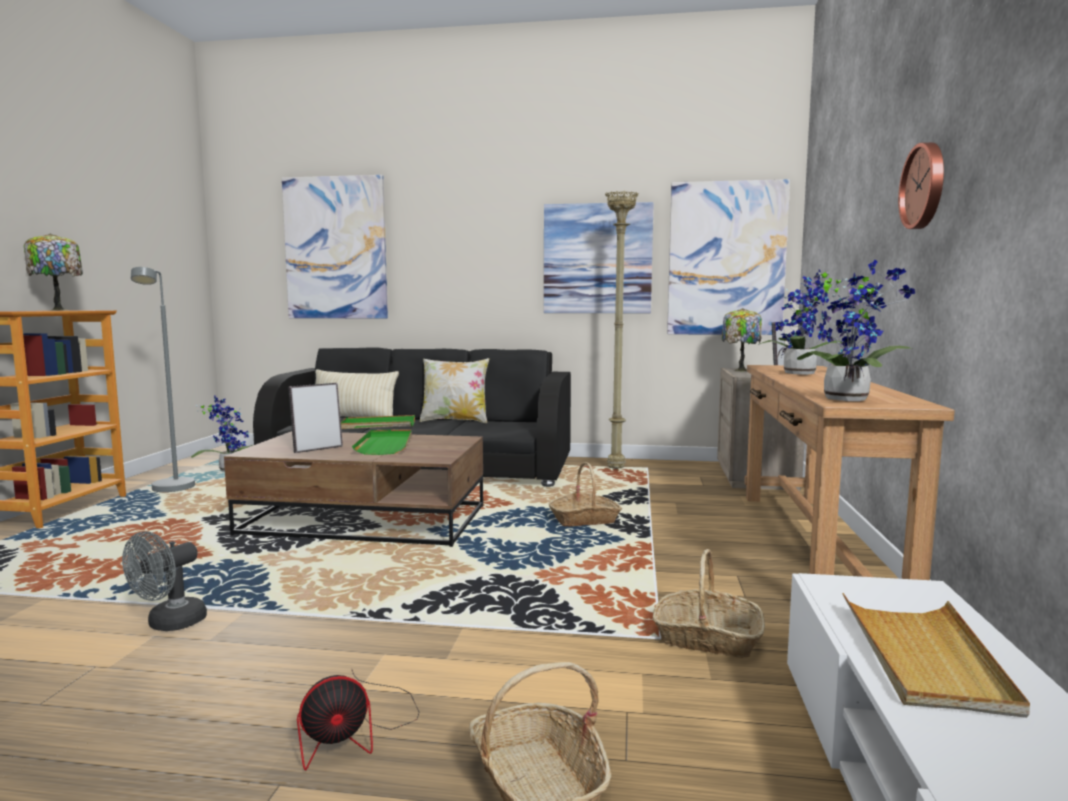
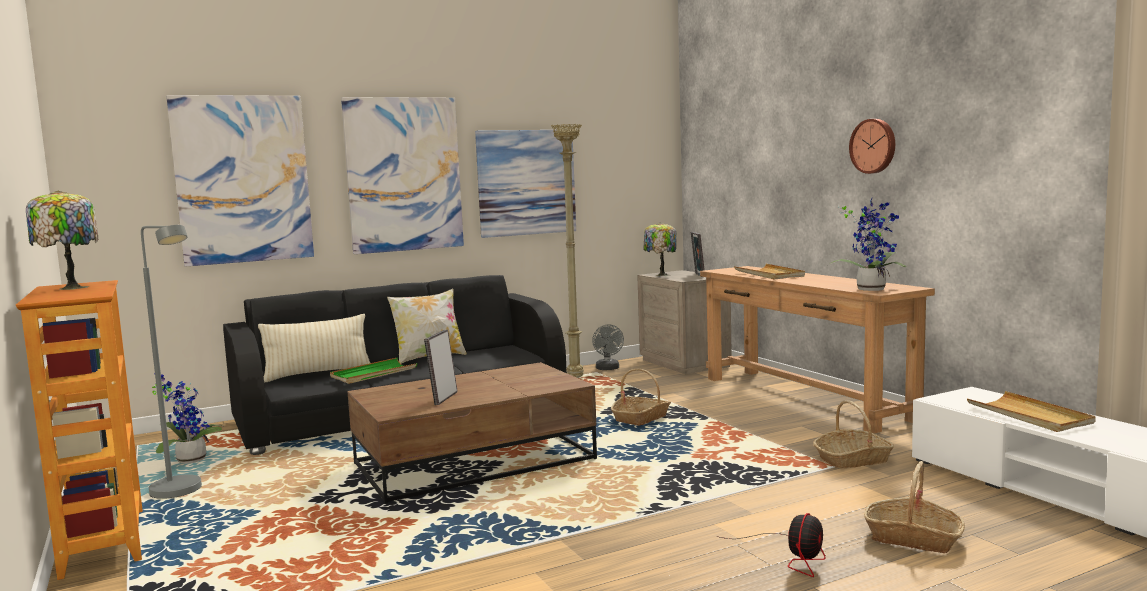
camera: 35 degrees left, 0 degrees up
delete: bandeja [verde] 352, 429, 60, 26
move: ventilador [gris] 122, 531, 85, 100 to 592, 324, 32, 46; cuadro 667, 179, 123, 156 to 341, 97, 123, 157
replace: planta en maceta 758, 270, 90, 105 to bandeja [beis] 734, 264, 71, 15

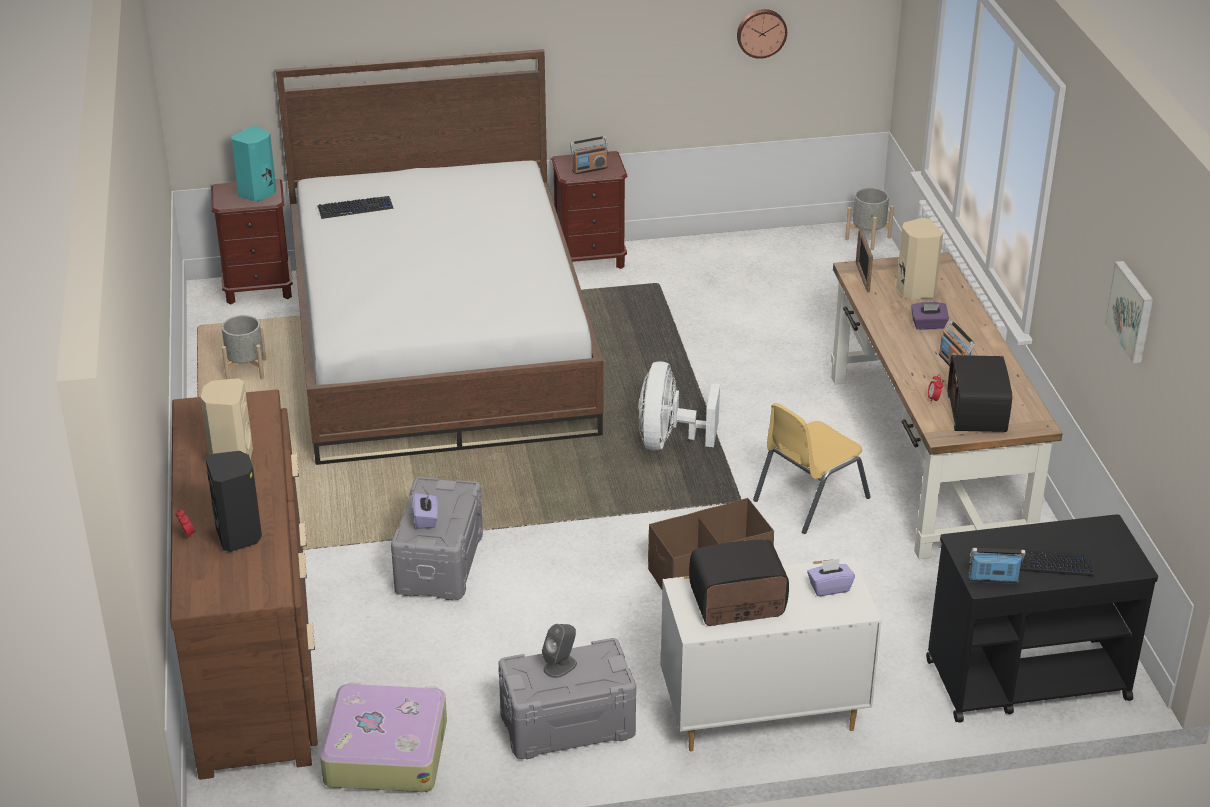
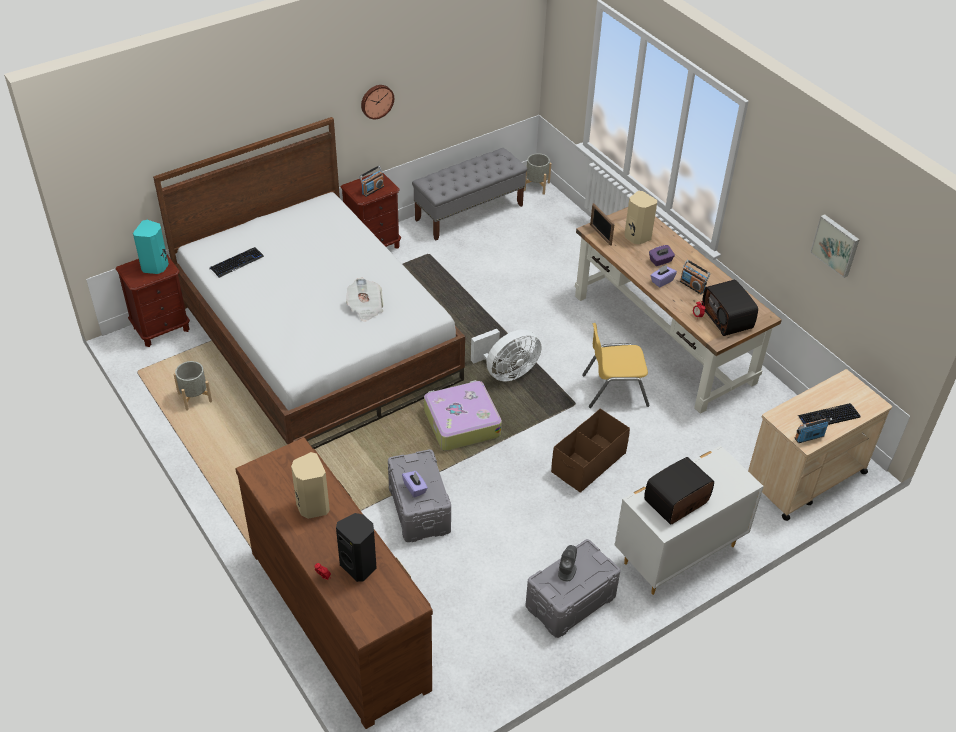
camera: 25 degrees left, 10 degrees up
insert: periódico 346, 278, 38, 44; banco [gris] 412, 148, 115, 93
move: maleta 320, 682, 127, 110 to 424, 380, 78, 71; reloj de pared 737, 9, 50, 50 to 361, 85, 33, 34; caja de pañuelos [morado] 807, 559, 48, 37 to 650, 265, 27, 23
recolor: carrito [negro] 926, 514, 232, 209 to carrito [beis] 748, 369, 144, 152
rotate: ventilador [blanco] 638, 361, 82, 90 = 471, 329, 71, 52 105 degrees counterclockwise; silla [amarillo] 753, 403, 118, 131 = 582, 323, 68, 85 60 degrees clockwise

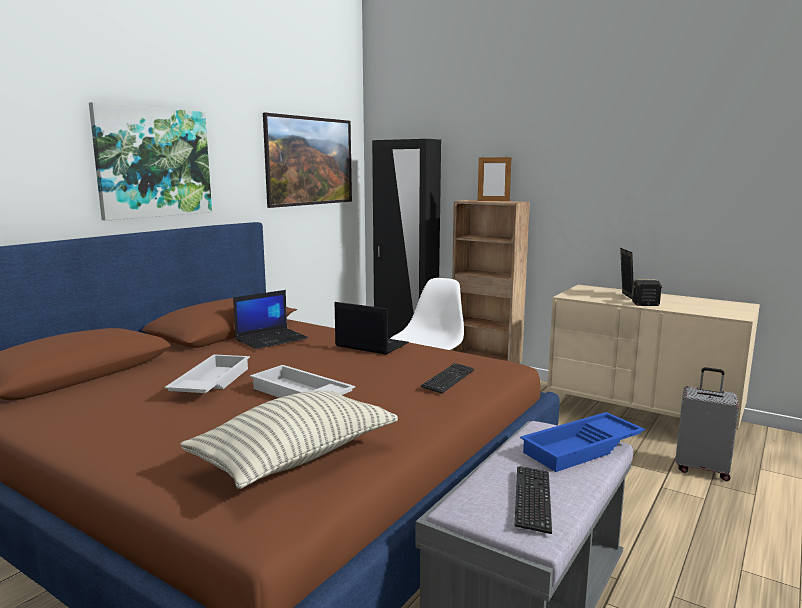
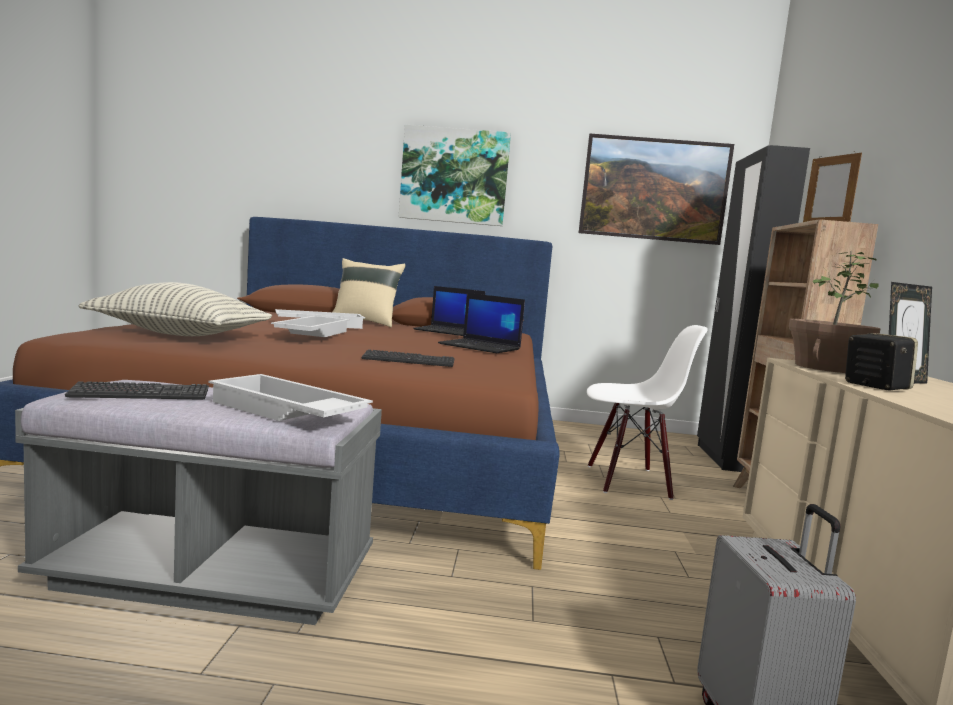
camera: 60 degrees right, 5 degrees down
insert: cojín [beis] 333, 258, 73, 69; planta en maceta 789, 252, 91, 121
recolor: bandeja [azul] 520, 412, 125, 60 to bandeja [blanco] 208, 374, 165, 47
rotate: portátil 335, 302, 74, 53 = 438, 293, 87, 60 120 degrees clockwise

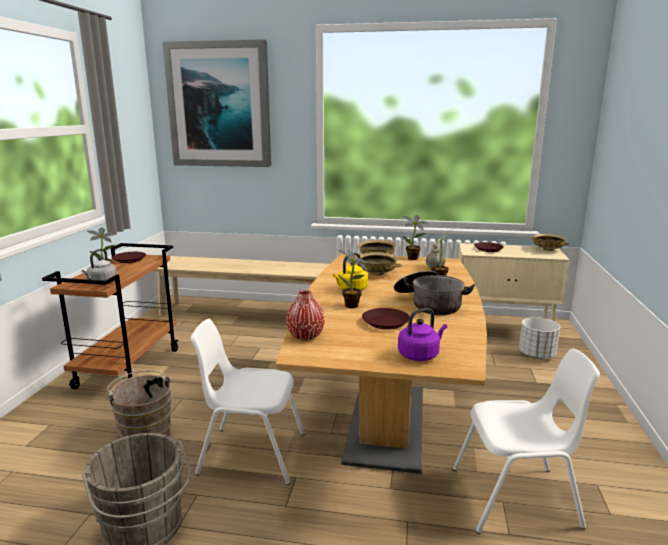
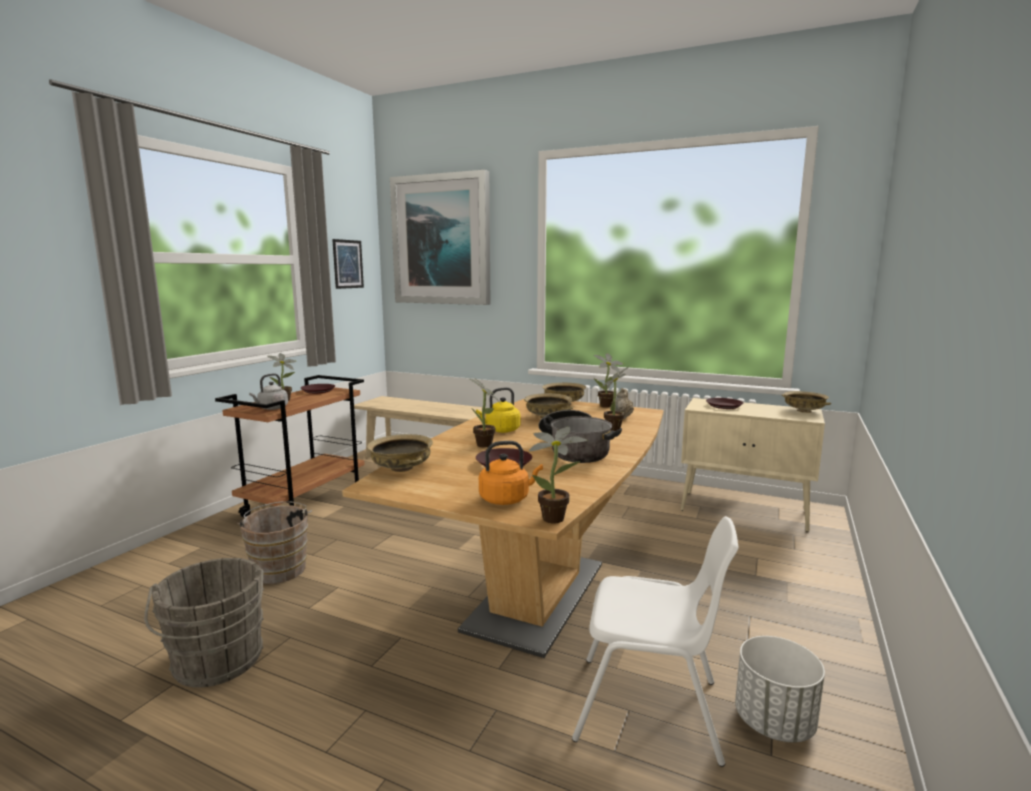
camera: 15 degrees right, 5 degrees down
delete: silla [blanco] 191, 319, 114, 166
insert: cuadro 332, 239, 32, 50; planta en maceta 529, 427, 58, 97
move: maceta [blanco] 519, 317, 41, 42 to 735, 636, 90, 107
replace: florero [rojo] 286, 290, 38, 51 to cuenco [beis] 367, 434, 66, 38
recolor: hervidor [morado] 398, 308, 49, 53 to hervidor [naranja] 479, 441, 64, 64

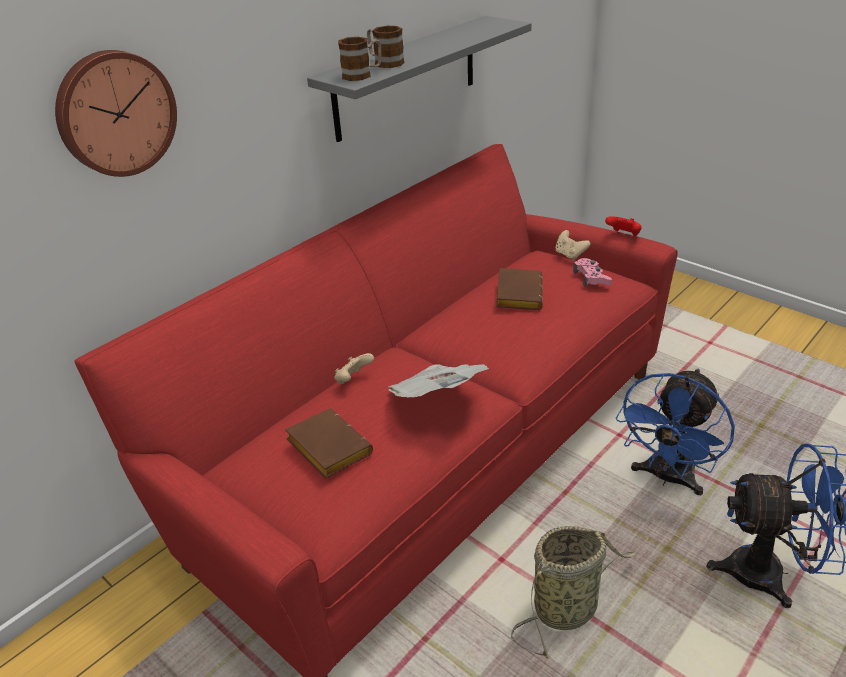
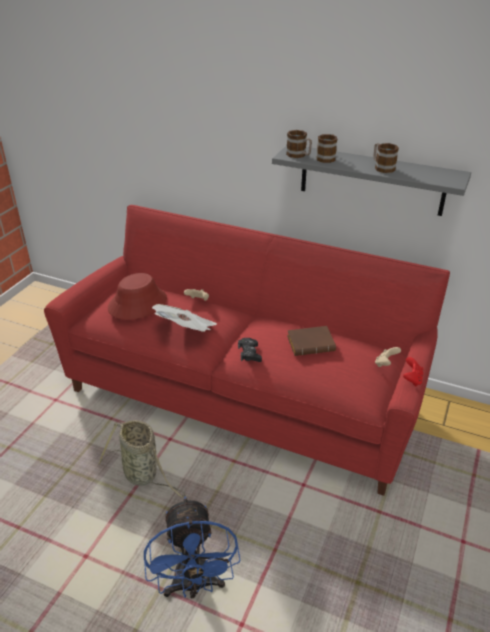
camera: 70 degrees right, 0 degrees up
delete: reloj de pared 55, 50, 122, 127; mando de consola [rosa] 573, 258, 39, 29; ventilador [azul] 616, 368, 119, 127
insert: mando de consola [negro] 238, 338, 24, 24; taza grande 373, 143, 26, 30
replace: libro [marrón] 285, 408, 88, 70 to sombrero [rojo] 108, 273, 59, 47

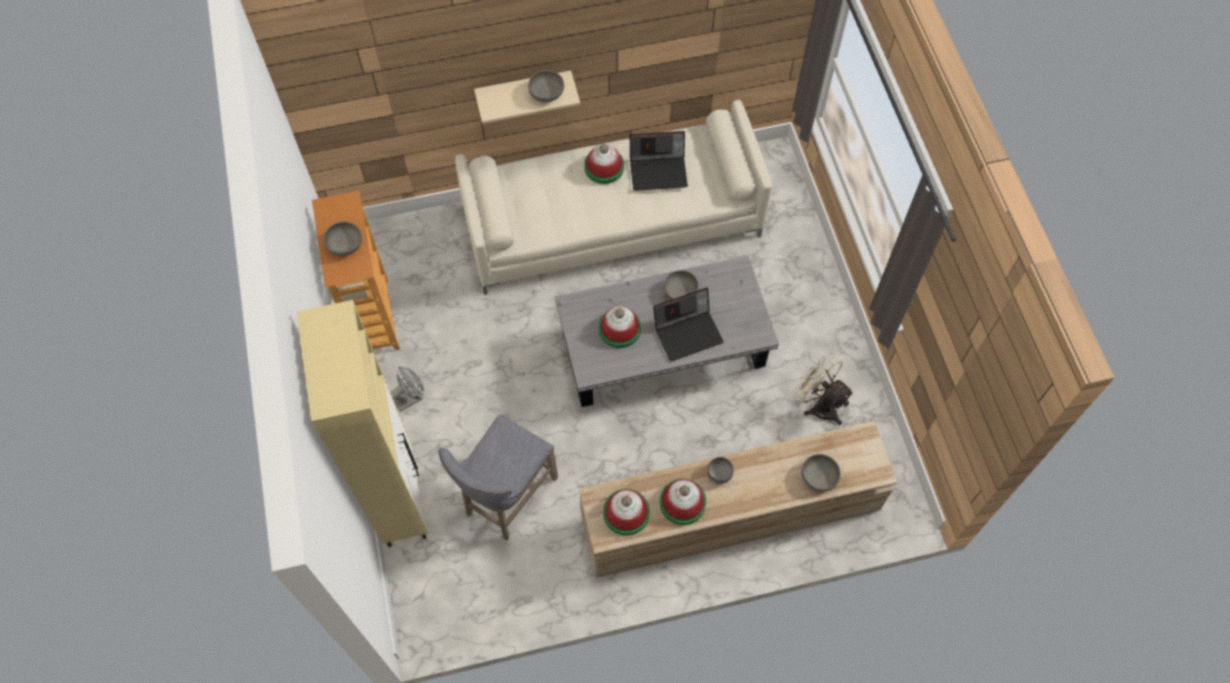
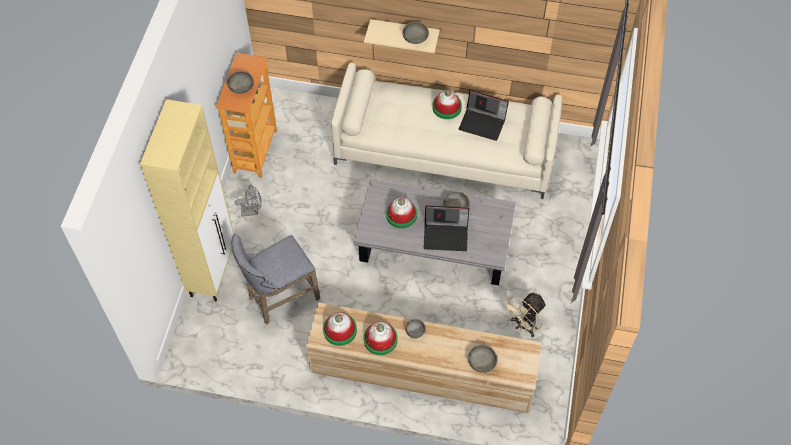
camera: 25 degrees right, 5 degrees down
rotate: ventilador [beis] 795, 353, 59, 72 = 502, 293, 45, 44 120 degrees counterclockwise

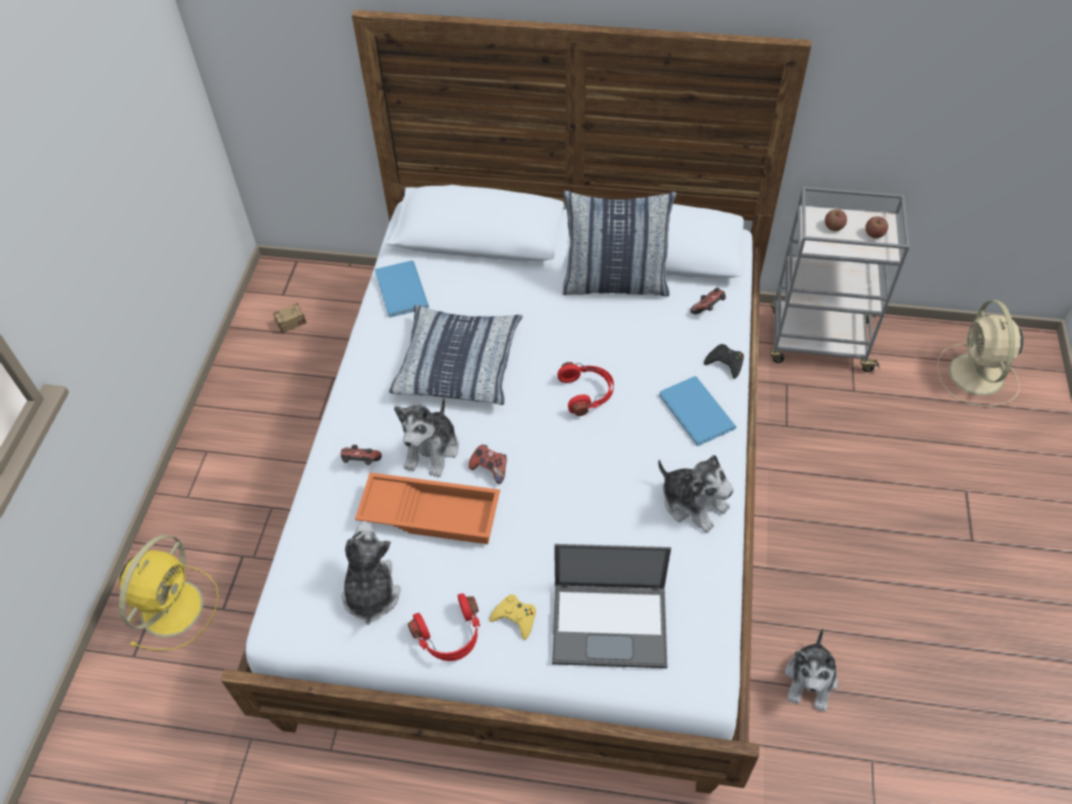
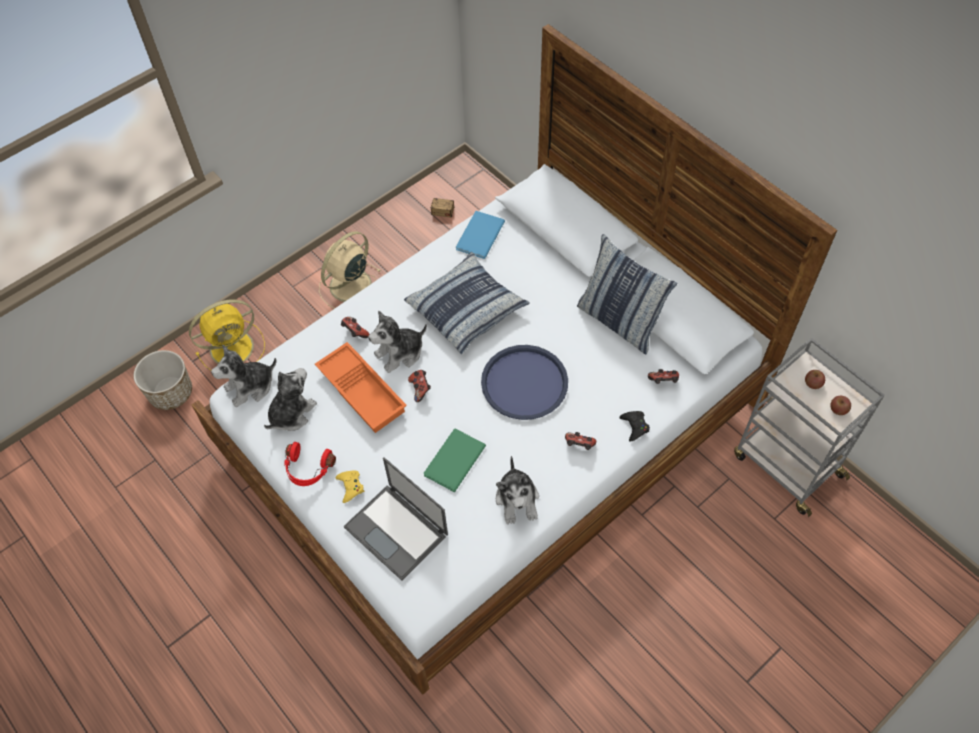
camera: 40 degrees right, 5 degrees up
insert: maceta 134, 350, 58, 60; libro [verde] 424, 429, 62, 63
move: peluche 785, 629, 53, 83 to 211, 345, 66, 62; ventilador [beis] 937, 300, 86, 107 to 319, 231, 62, 78
replace: auriculares [rojo] 558, 362, 56, 54 to bandeja [azul] 481, 345, 87, 75; libro [azul] 659, 376, 77, 70 to mando de consola 565, 432, 31, 18

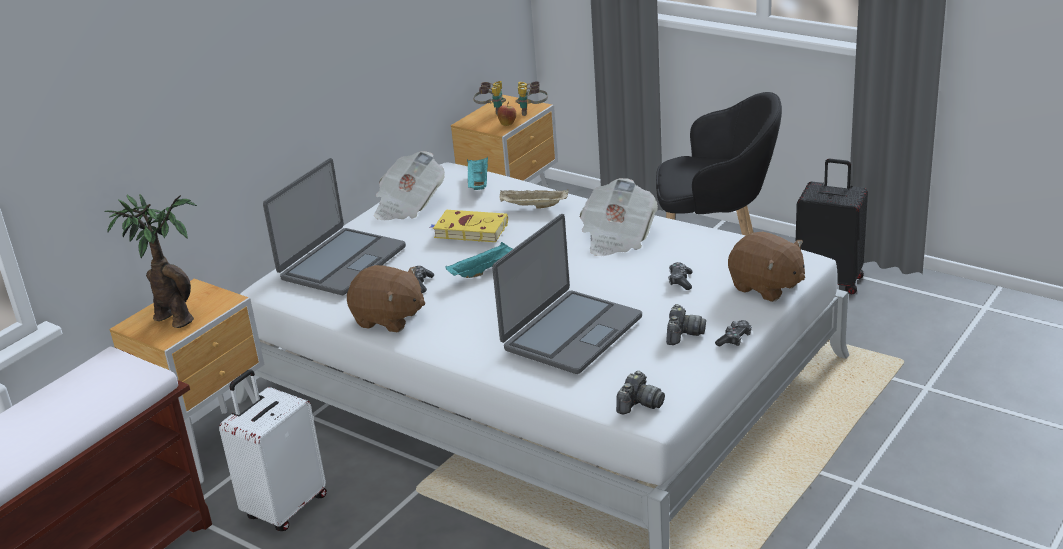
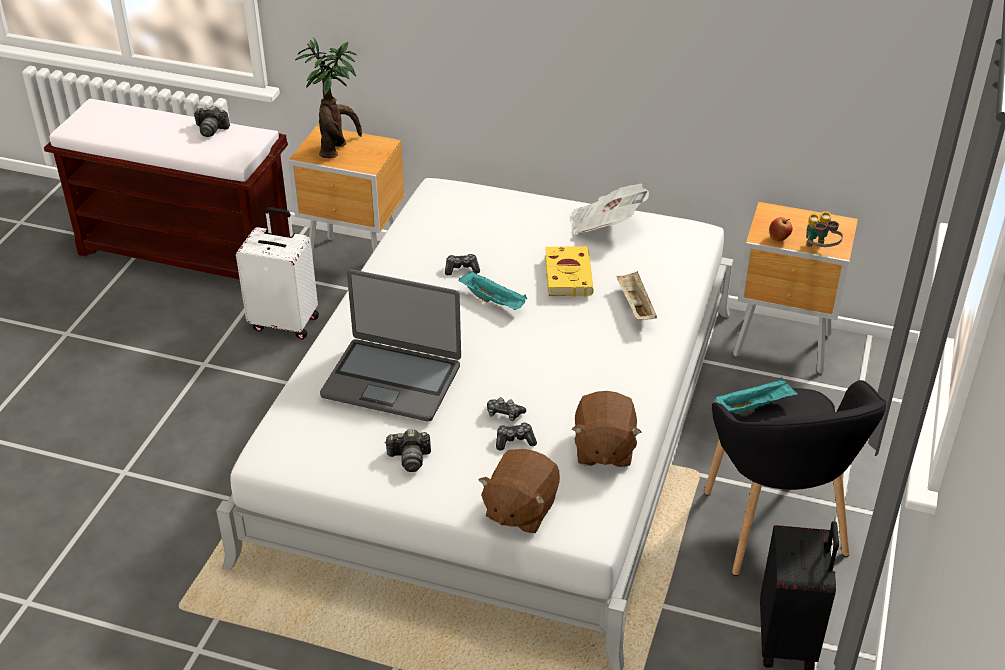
camera: 70 degrees right, 10 degrees up
delete: portátil 263, 158, 143, 137; prismáticos 473, 81, 33, 34; periódico 580, 178, 78, 78
move: peluche [marrón] 347, 265, 78, 67 to 572, 391, 69, 76; bandeja [turquesa] 467, 157, 21, 33 to 716, 377, 82, 37; cámara 616, 371, 49, 43 to 194, 106, 36, 31; mando de consola 715, 320, 37, 27 to 487, 397, 39, 24

